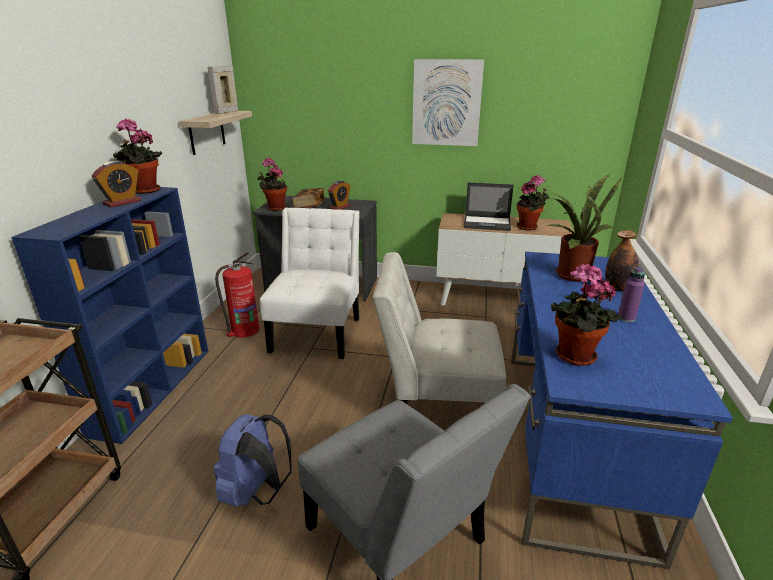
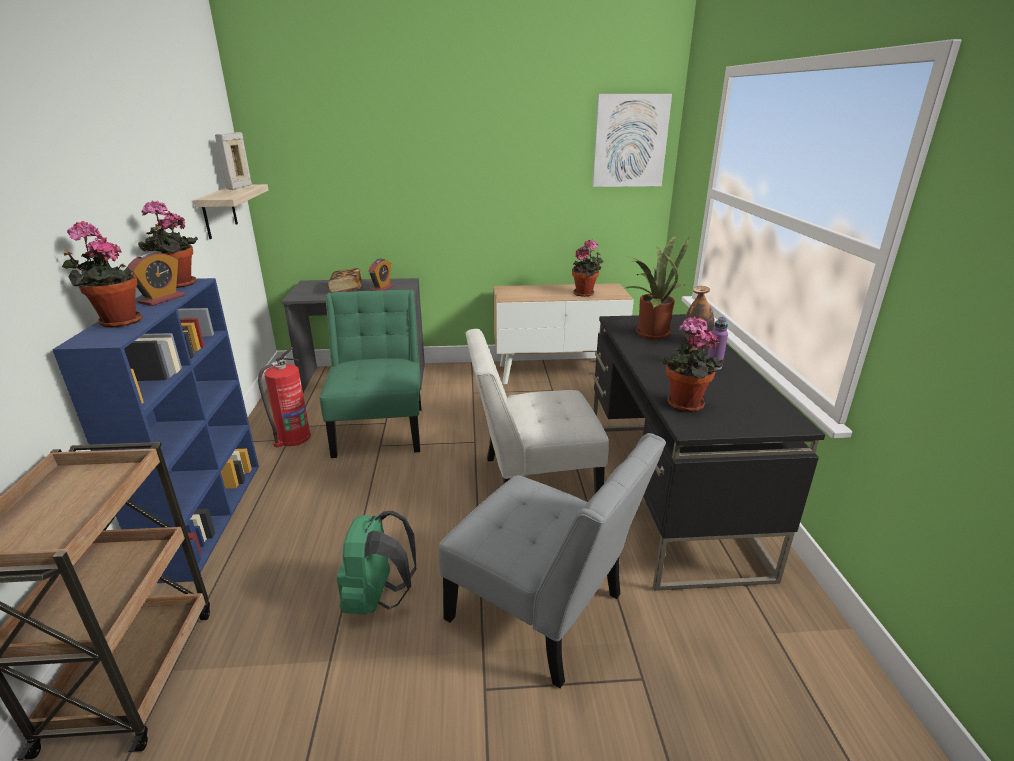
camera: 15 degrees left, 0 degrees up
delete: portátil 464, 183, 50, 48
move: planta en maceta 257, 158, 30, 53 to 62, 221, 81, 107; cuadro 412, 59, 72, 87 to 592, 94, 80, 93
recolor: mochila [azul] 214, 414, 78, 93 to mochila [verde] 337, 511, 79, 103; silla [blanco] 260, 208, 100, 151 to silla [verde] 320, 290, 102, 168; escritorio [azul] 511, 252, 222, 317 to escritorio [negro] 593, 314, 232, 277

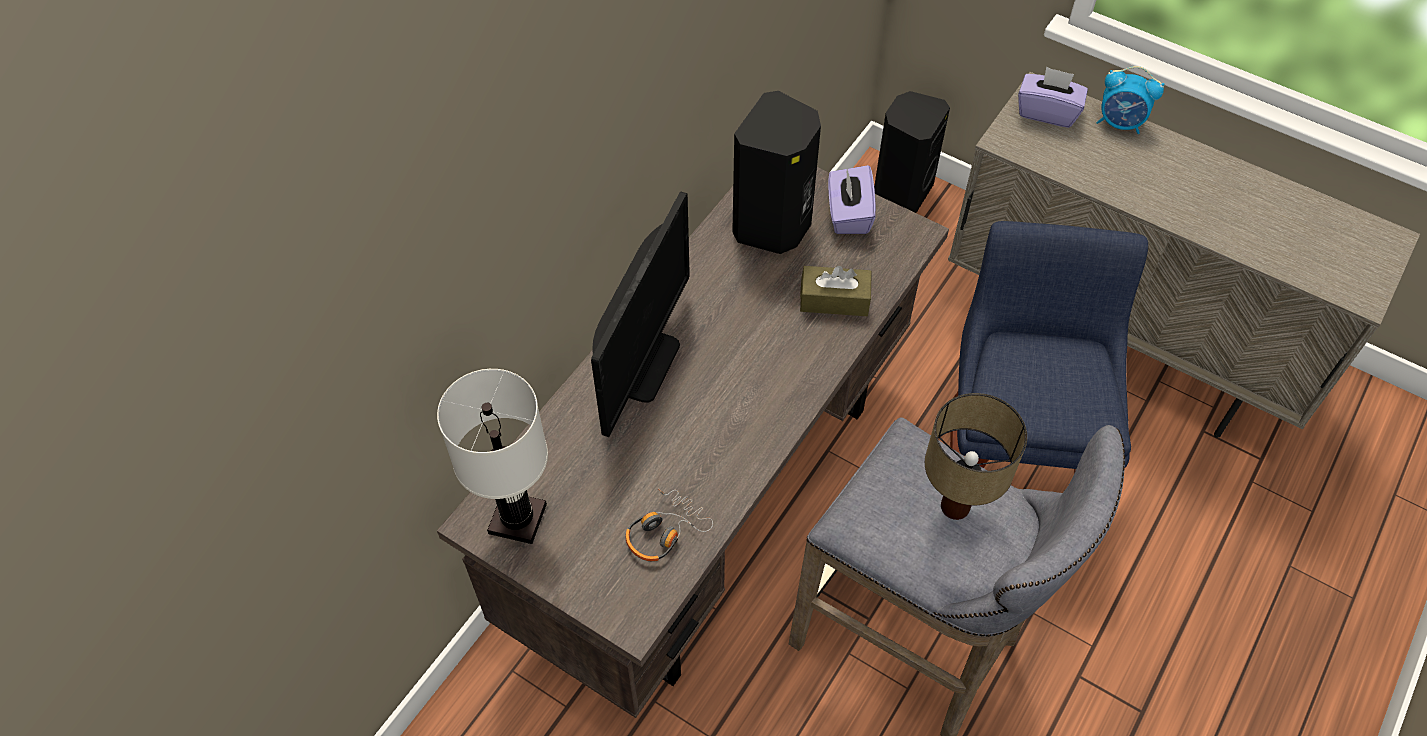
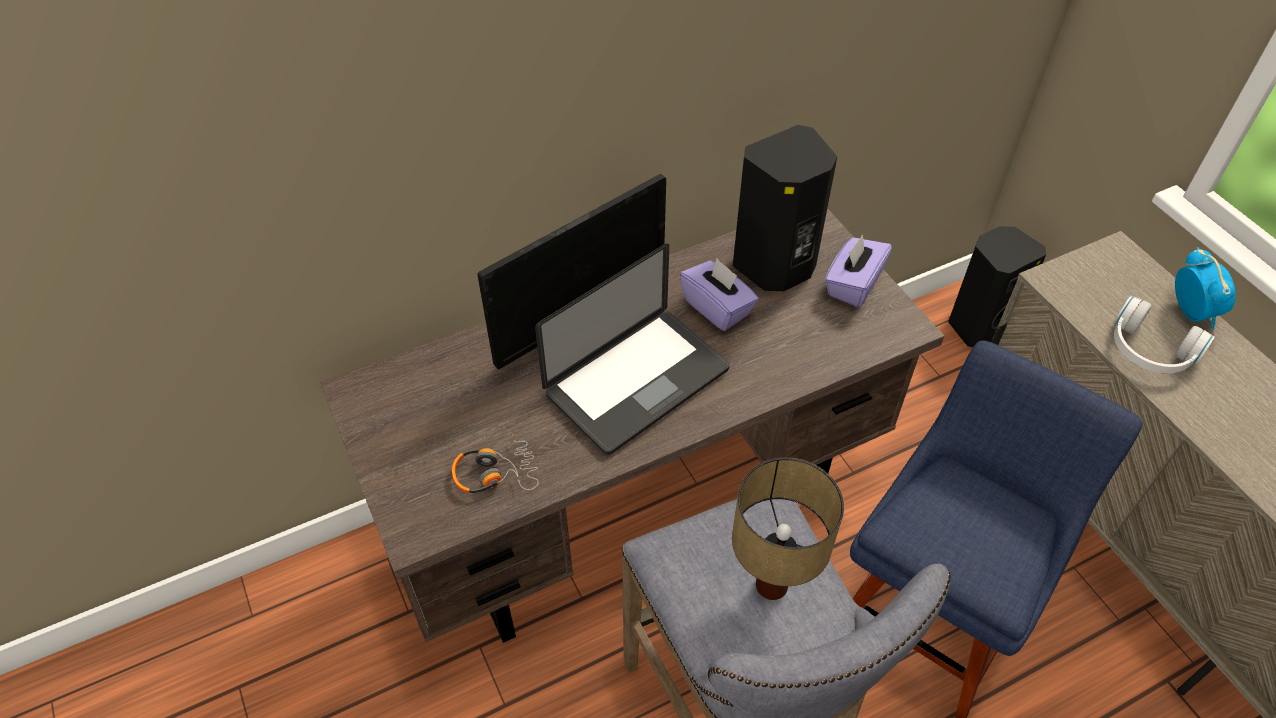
camera: 30 degrees right, 5 degrees down
delete: lámpara de mesa [blanco] 437, 369, 111, 175; caja de pañuelos [marrón] 800, 266, 72, 50
insert: portátil 535, 243, 195, 212; auriculares [blanco] 1114, 296, 101, 78
move: caja de pañuelos [morado] 1018, 67, 70, 61 to 680, 258, 79, 73
rotate: despertador 1096, 66, 68, 68 = 1175, 247, 61, 82 150 degrees counterclockwise

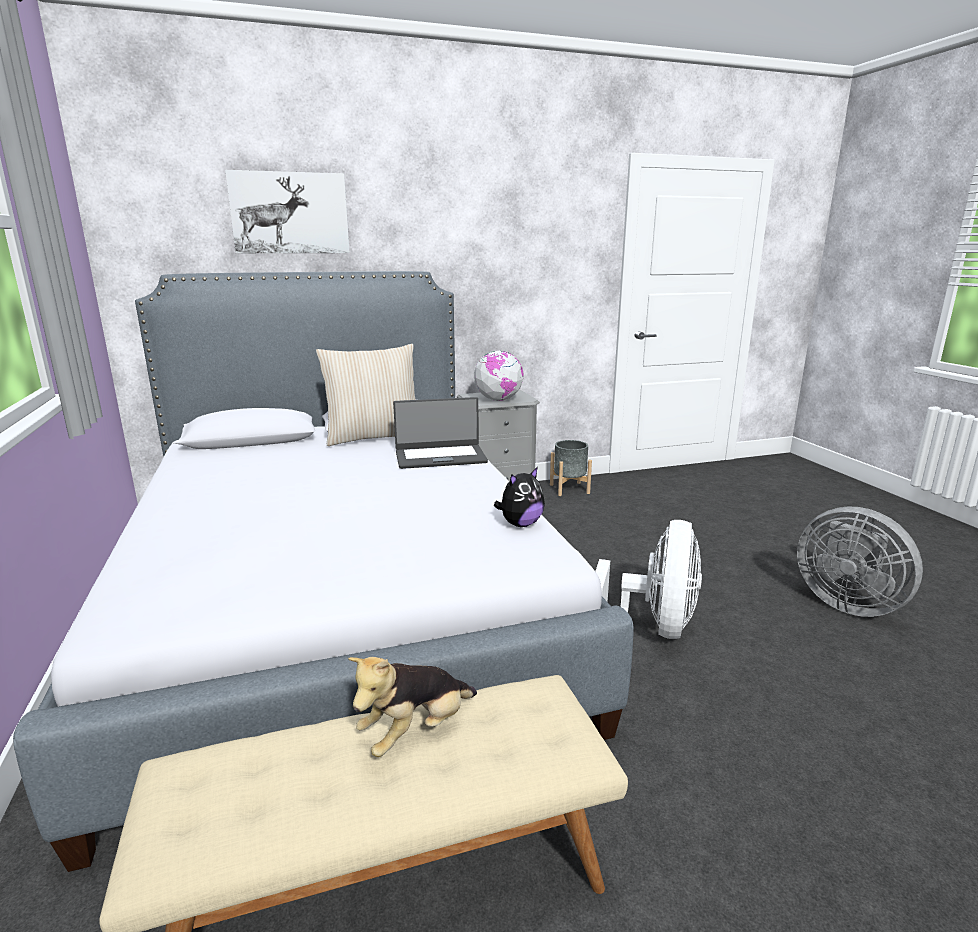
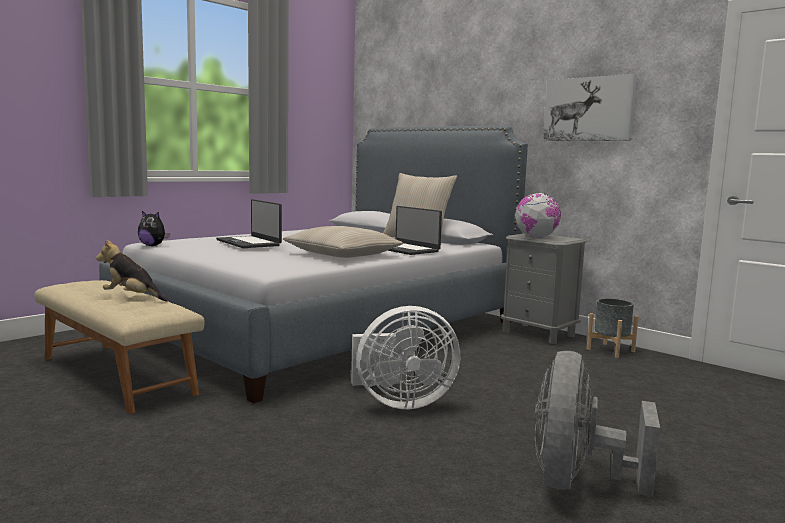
camera: 60 degrees right, 10 degrees down
insert: portátil 216, 199, 66, 49; cojín [beis] 283, 226, 120, 32
move: cuadro 225, 170, 125, 83 to 543, 74, 94, 67; peluche 494, 467, 51, 60 to 138, 211, 32, 35

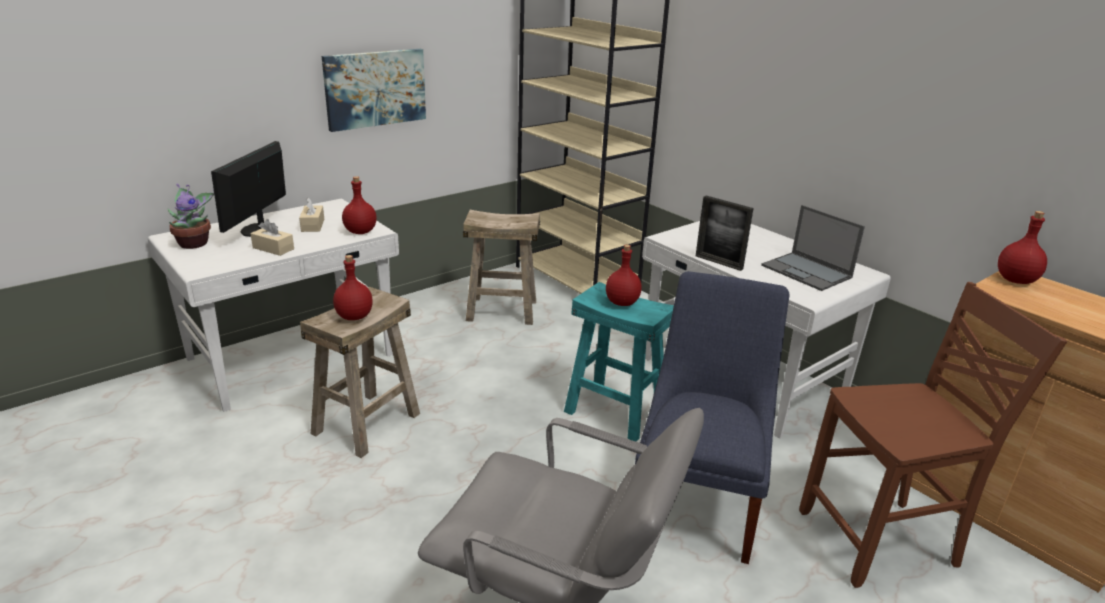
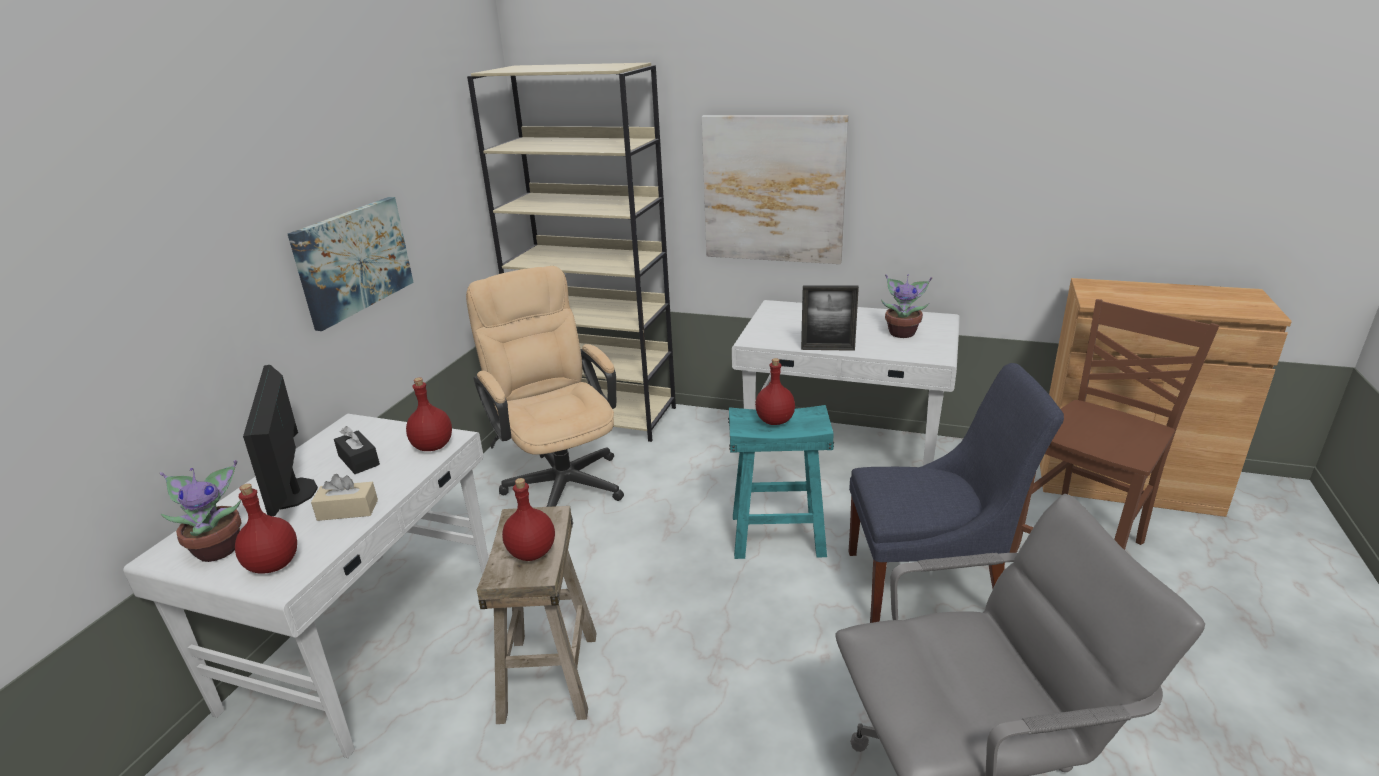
camera: 30 degrees left, 0 degrees up
insert: cuadro 702, 115, 147, 149
move: botella [rojo] 998, 211, 49, 73 to 235, 484, 62, 90
replace: taburete [beis] 463, 210, 77, 115 to silla de oficina [beis] 466, 266, 158, 241; portátil 761, 205, 104, 86 to planta en maceta 881, 274, 51, 64
recolor: caja de pañuelos [beis] 299, 198, 25, 34 to caja de pañuelos [negro] 334, 426, 46, 48
rotate: silla [azul] 635, 271, 155, 293 = 848, 363, 216, 260 105 degrees clockwise

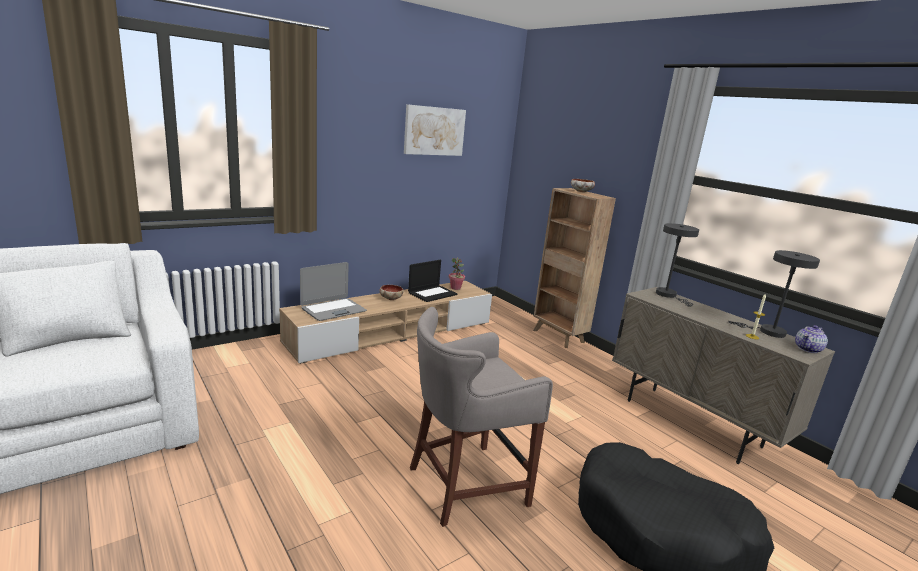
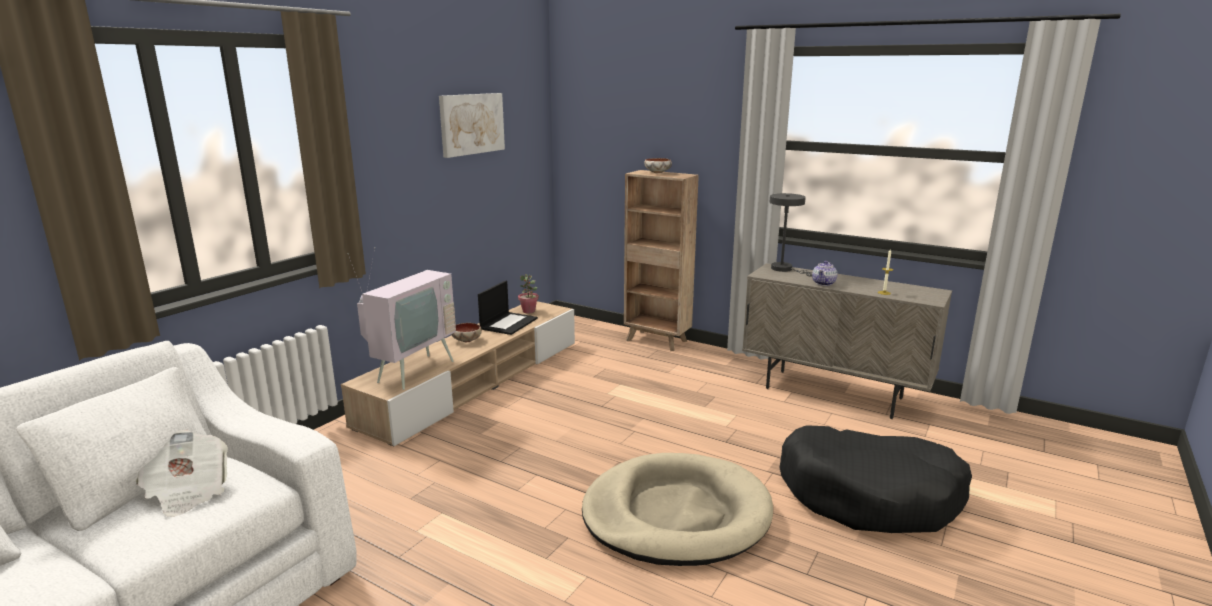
camera: 20 degrees left, 0 degrees up
delete: lámpara de mesa [gris] 728, 250, 92, 88
insert: periódico 136, 430, 92, 87
move: tetera 795, 325, 33, 28 to 812, 261, 26, 25
replace: portátil 300, 262, 67, 59 to televisor 347, 247, 109, 143; taburete [gris] 410, 307, 143, 220 to cama para perro [beis] 582, 453, 191, 113

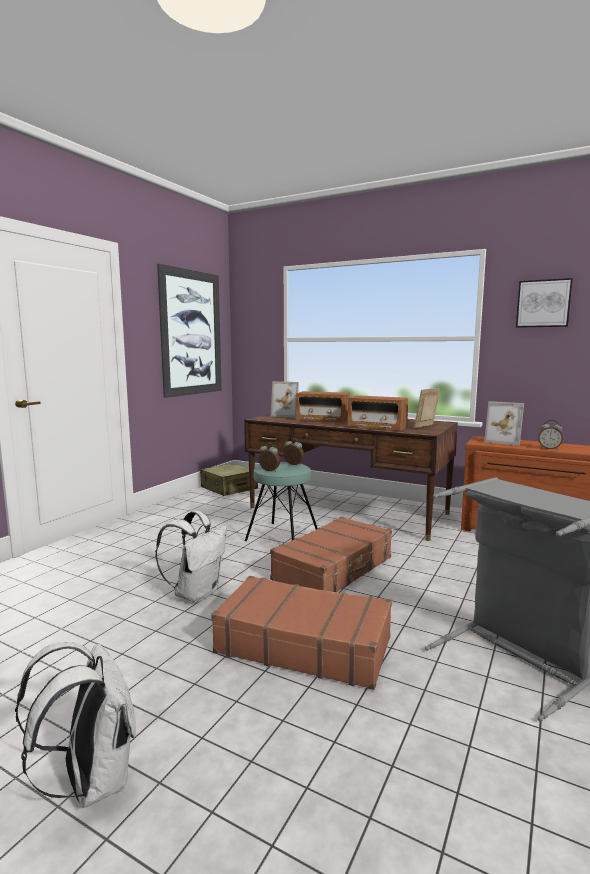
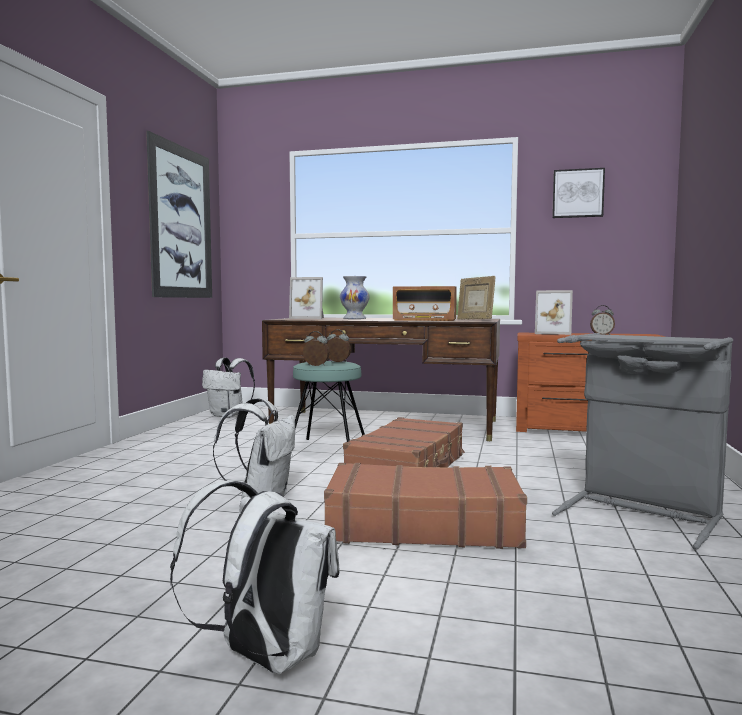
camera: 15 degrees left, 5 degrees down
replace: maleta [beis] 200, 463, 58, 33 to mochila [blanco] 202, 357, 53, 61; radio 296, 391, 54, 32 to florero [blanco] 340, 276, 30, 43
rotate: portarretratos 414, 388, 26, 40 = 457, 276, 39, 43 60 degrees counterclockwise

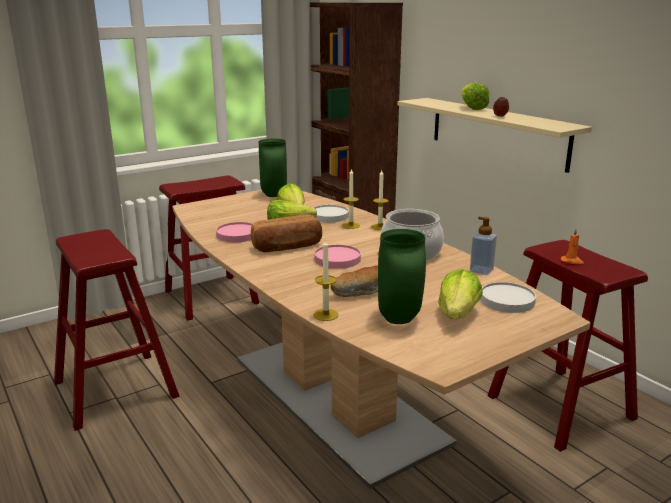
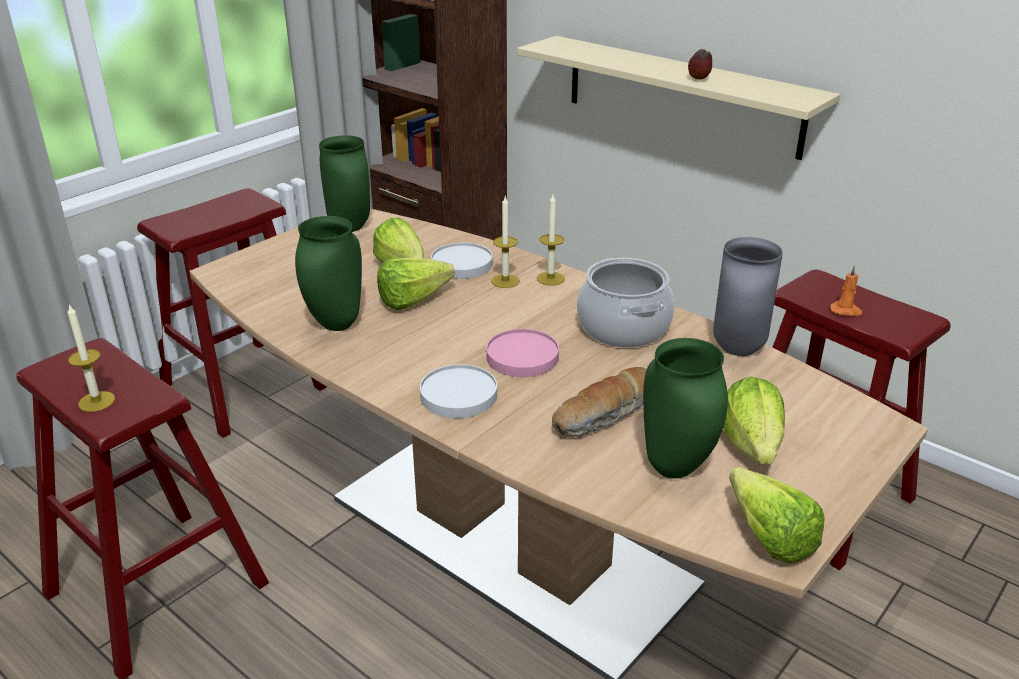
camera: 15 degrees left, 10 degrees up
delete: pan 251, 215, 71, 37
move: vela 313, 238, 26, 83 to 67, 304, 48, 108; lechuga 461, 82, 28, 28 to 729, 467, 96, 97; plato [blanco] 480, 282, 56, 31 to 420, 364, 77, 54
replace: plato [rosa] 216, 222, 36, 20 to florero [verde] 295, 216, 67, 115; dispensador de jabón 470, 217, 27, 58 to florero [gris] 713, 237, 70, 119

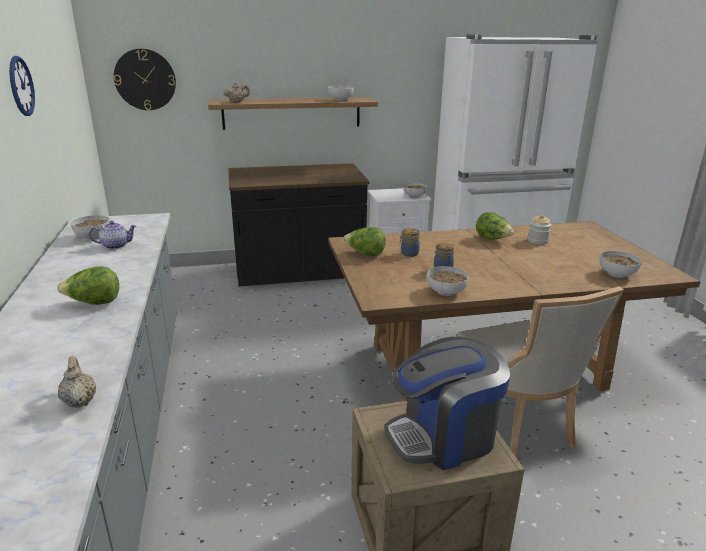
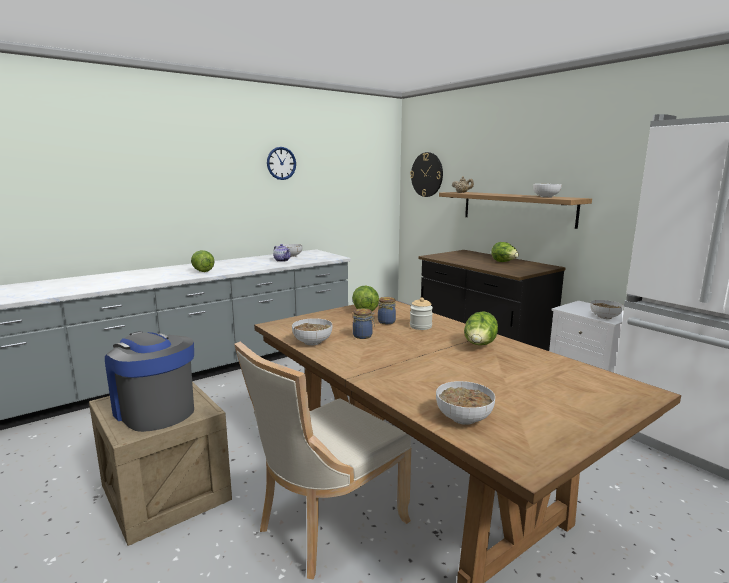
camera: 65 degrees right, 10 degrees down
delete: tetera [beis] 58, 356, 38, 52
insert: lechuga 491, 242, 28, 20
move: tarro 528, 215, 23, 30 to 410, 297, 23, 33

